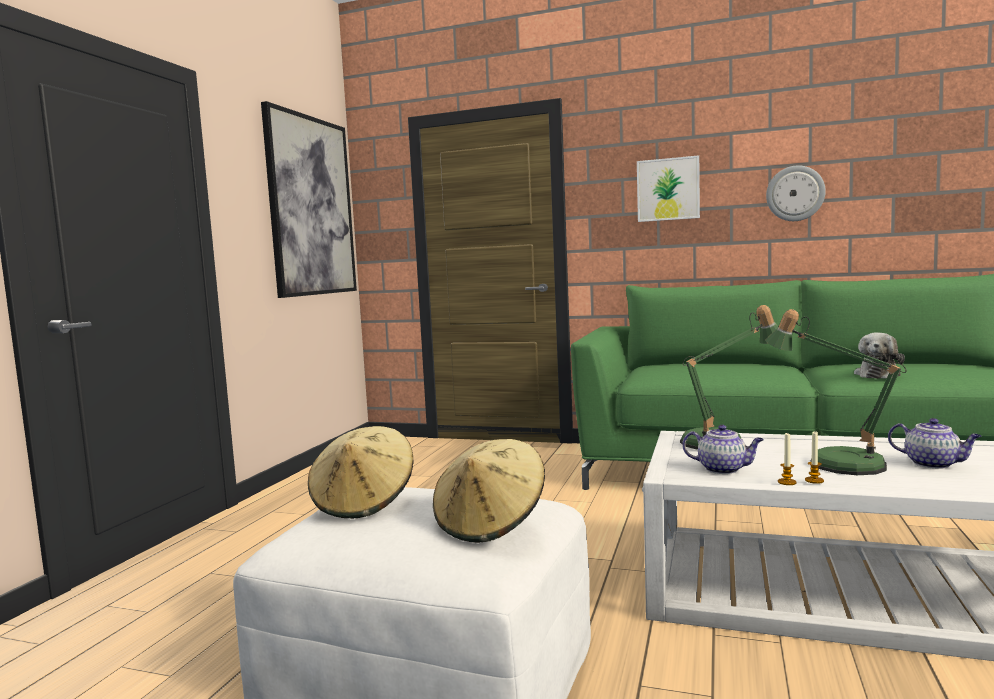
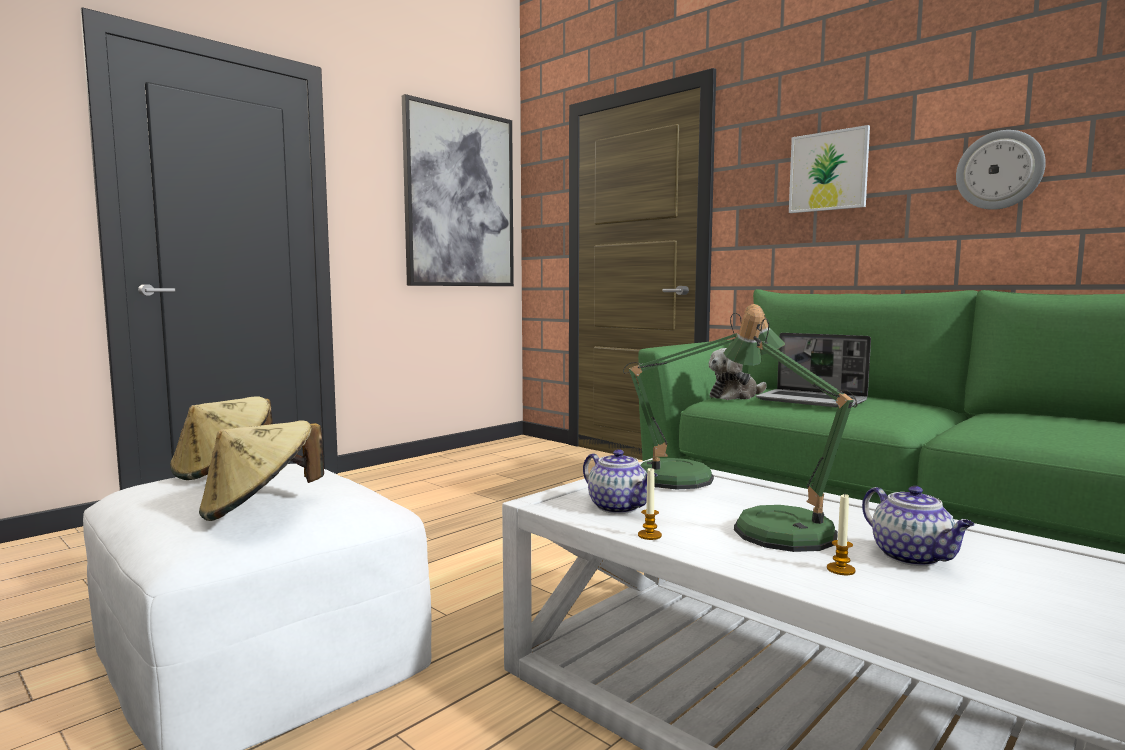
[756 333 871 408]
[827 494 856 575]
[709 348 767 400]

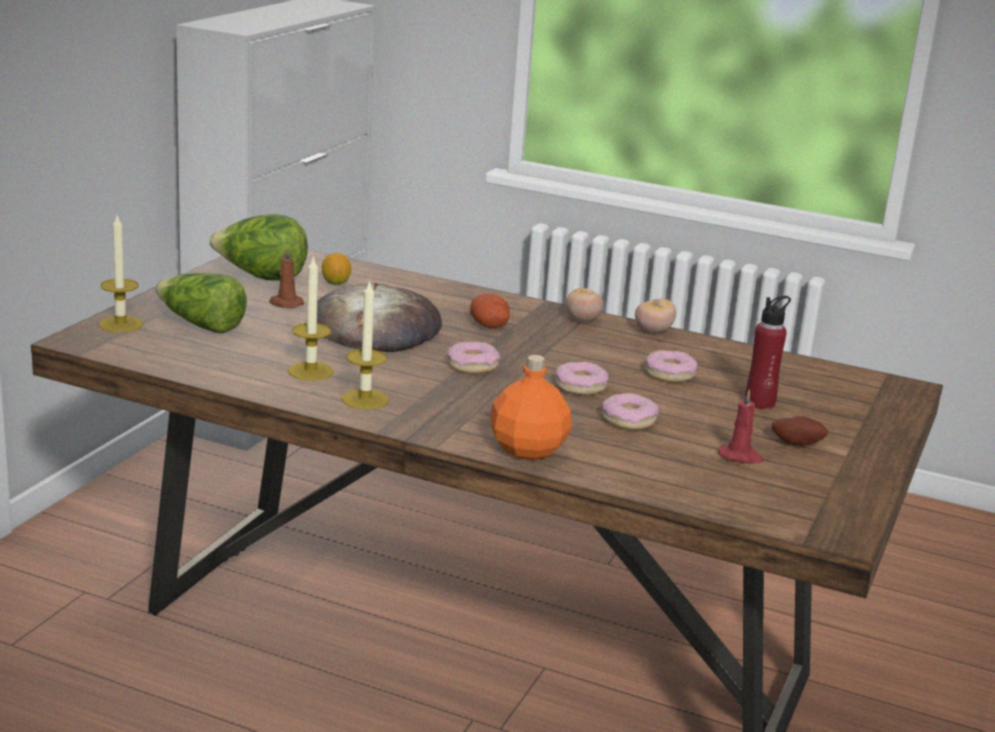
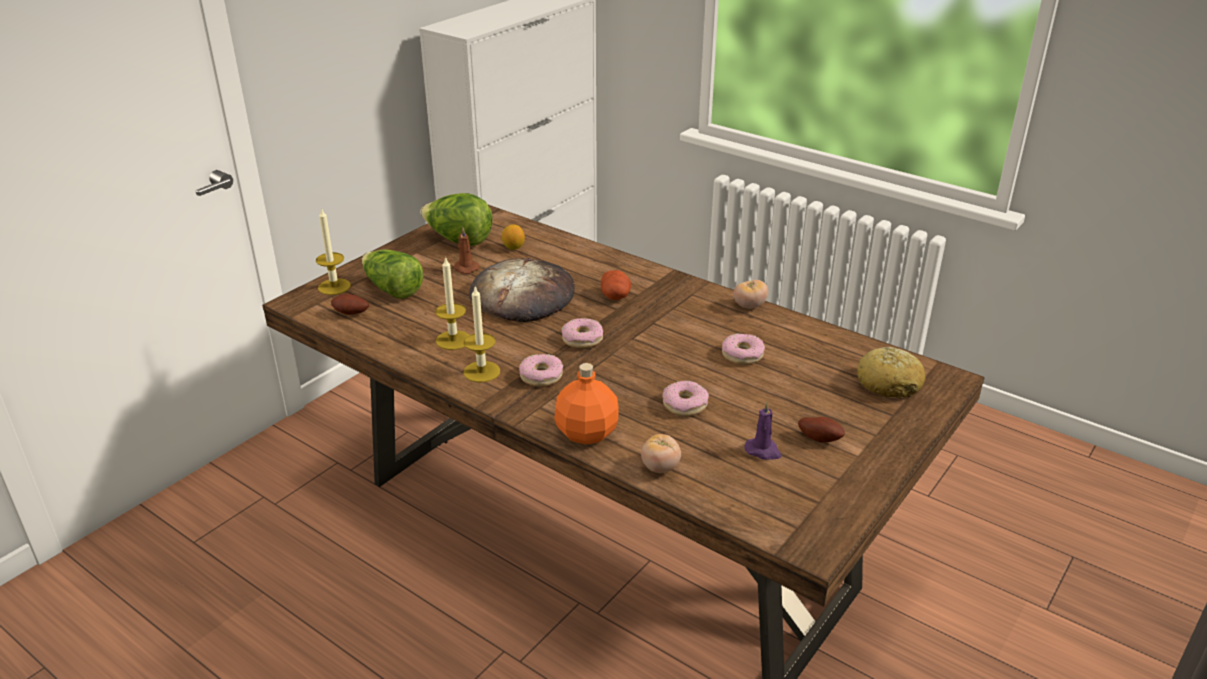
[745 296 791 409] (first image)
[331 294 369 315]
[857 347 925 398]
[519 354 563 387]
[641 434 681 473]
[744 401 781 460]

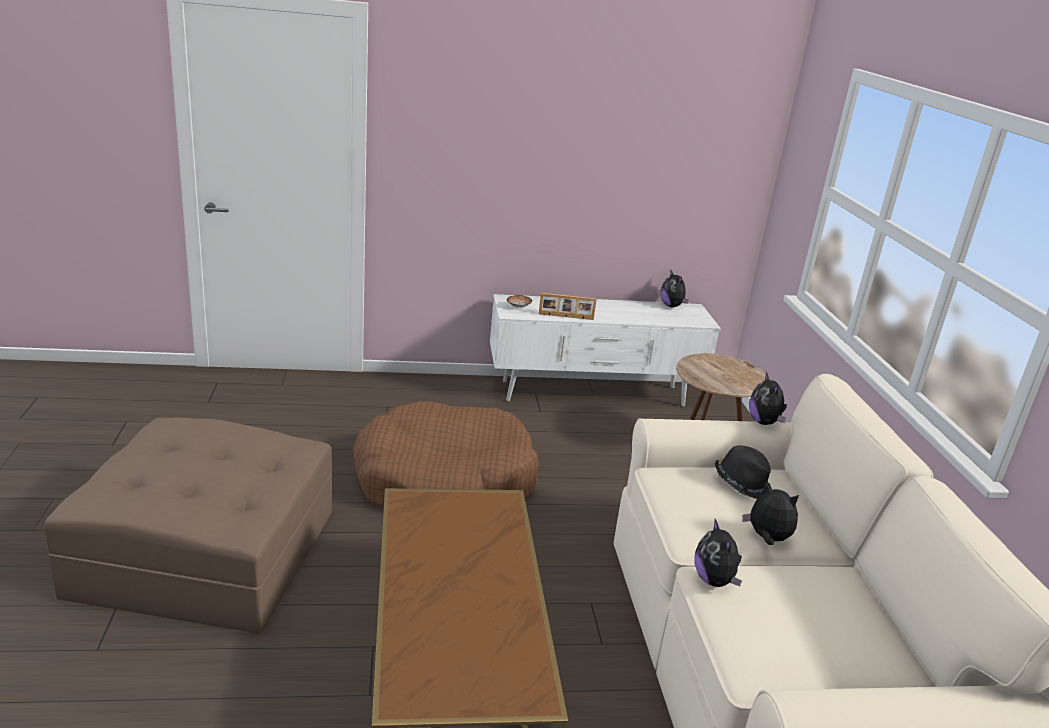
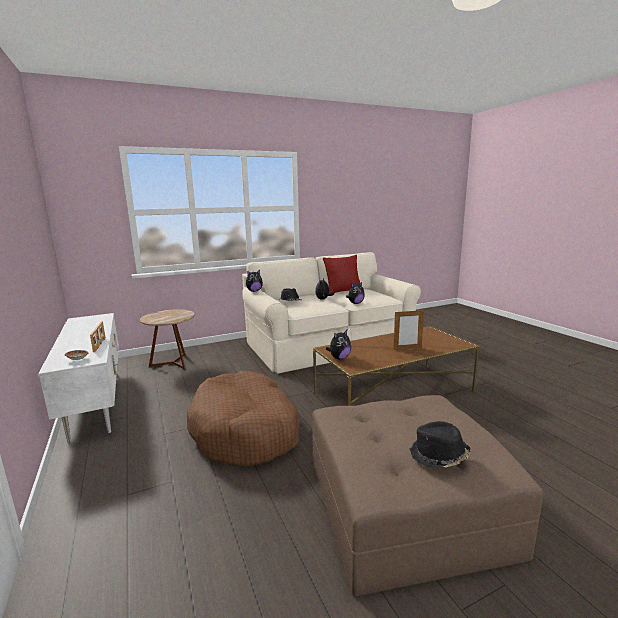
[323 255 360 293]
[394 310 424 350]
[410 421 470 468]
[326 330 351 359]

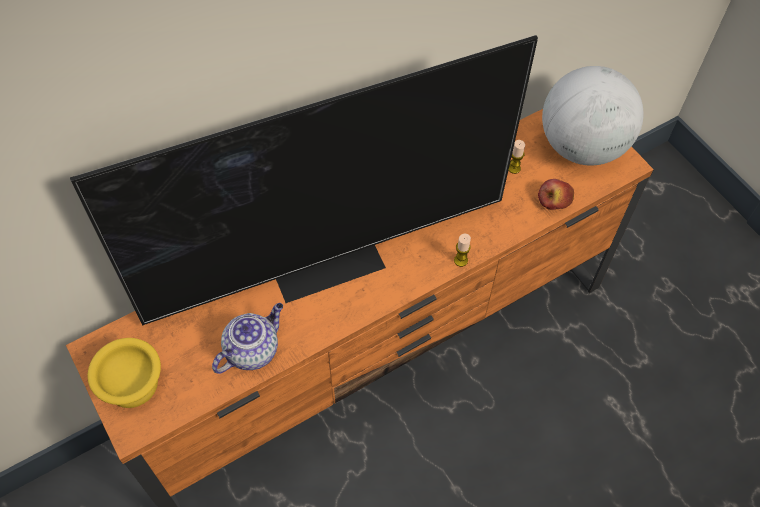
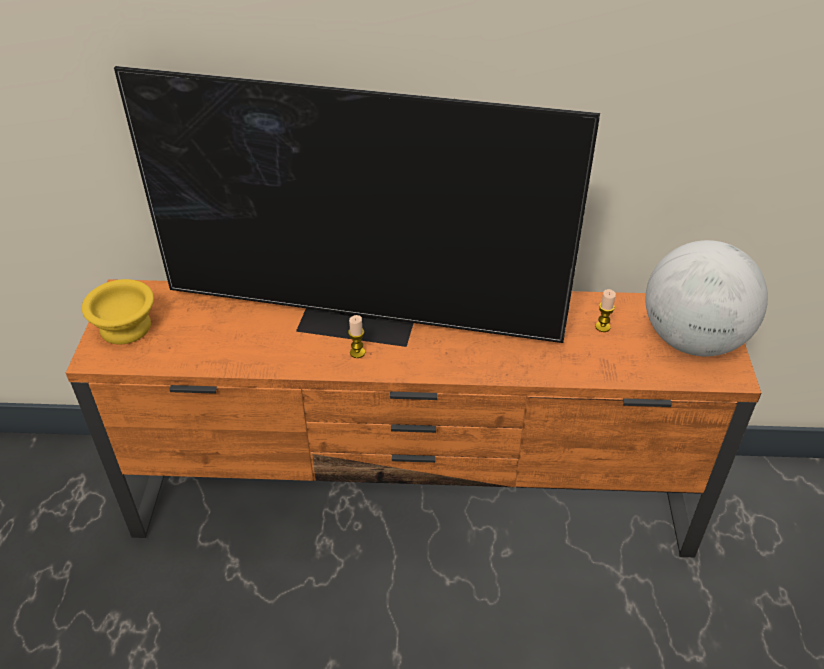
[212 303 283 374] (first image)
[538 179 574 210] (first image)
[348 315 365 358]

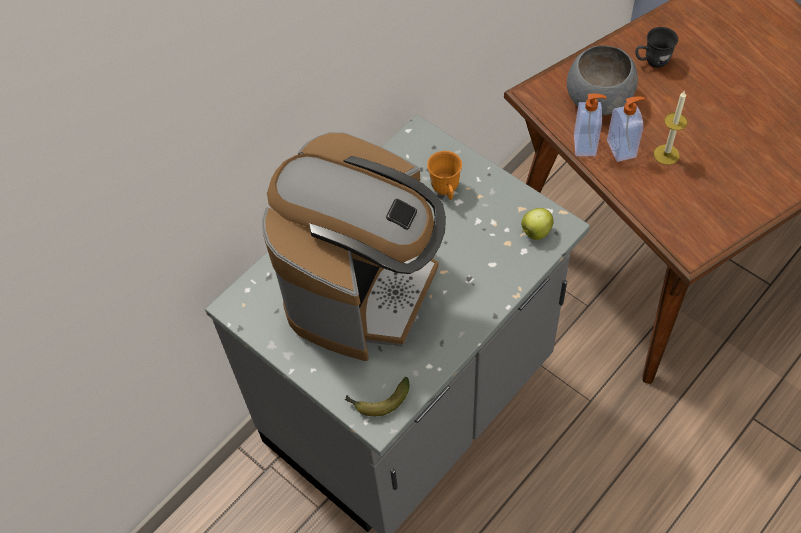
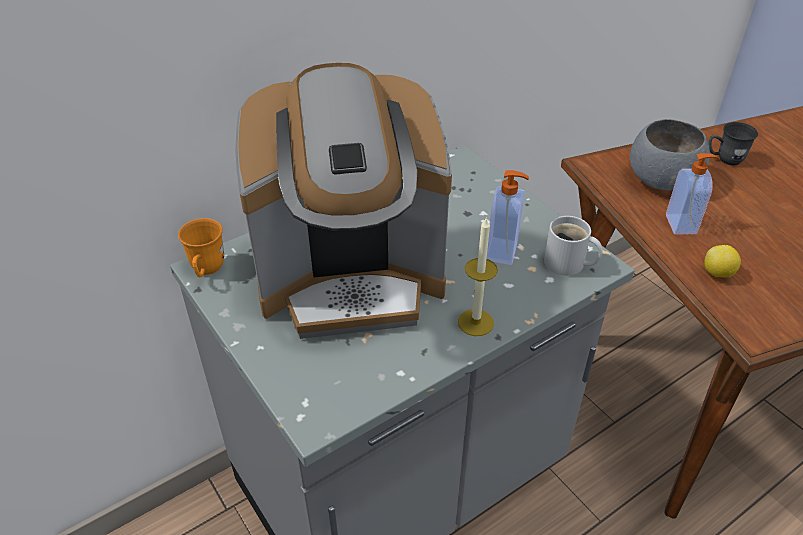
[345 377 410 416] (first image)
[705 245 741 278]
[178 218 224 277]
[487 170 529 265]
[458 217 498 336]
[544 216 603 276]
[235 63 452 339]

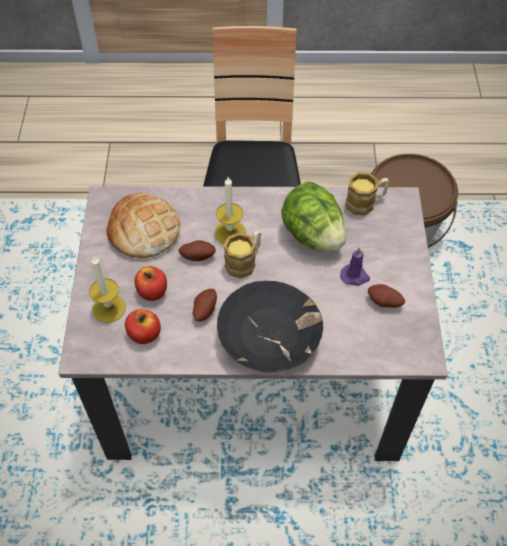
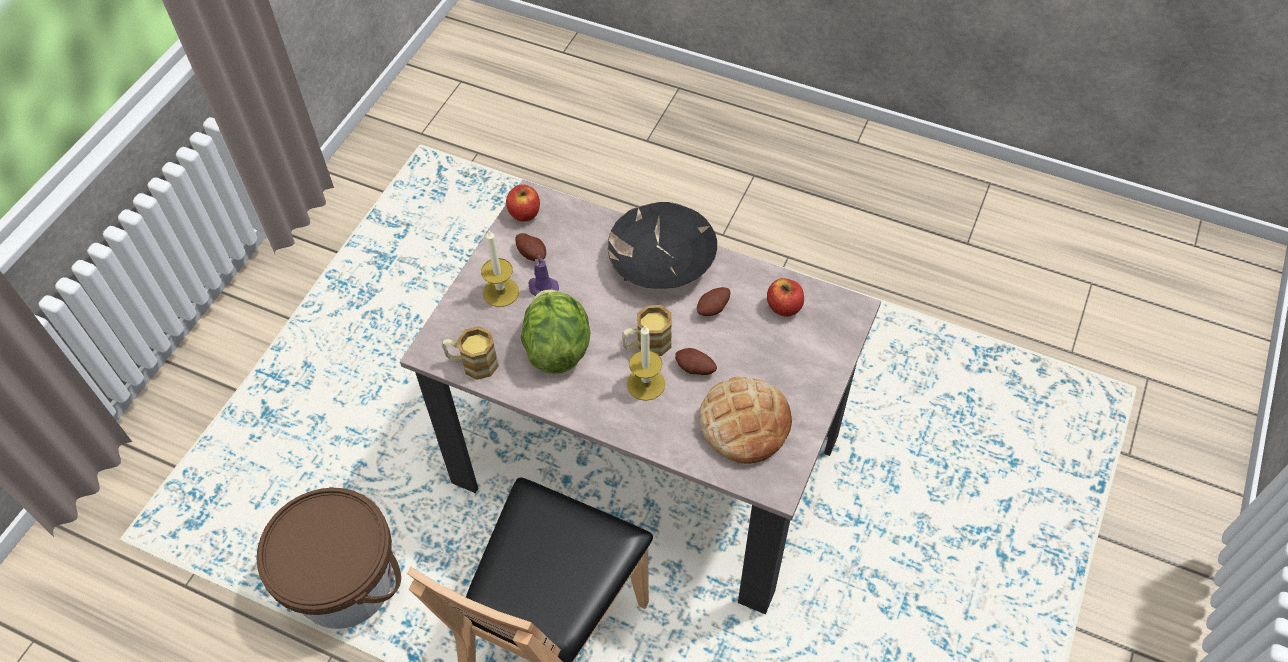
[481 230 519 307]
[506 185 540 222]

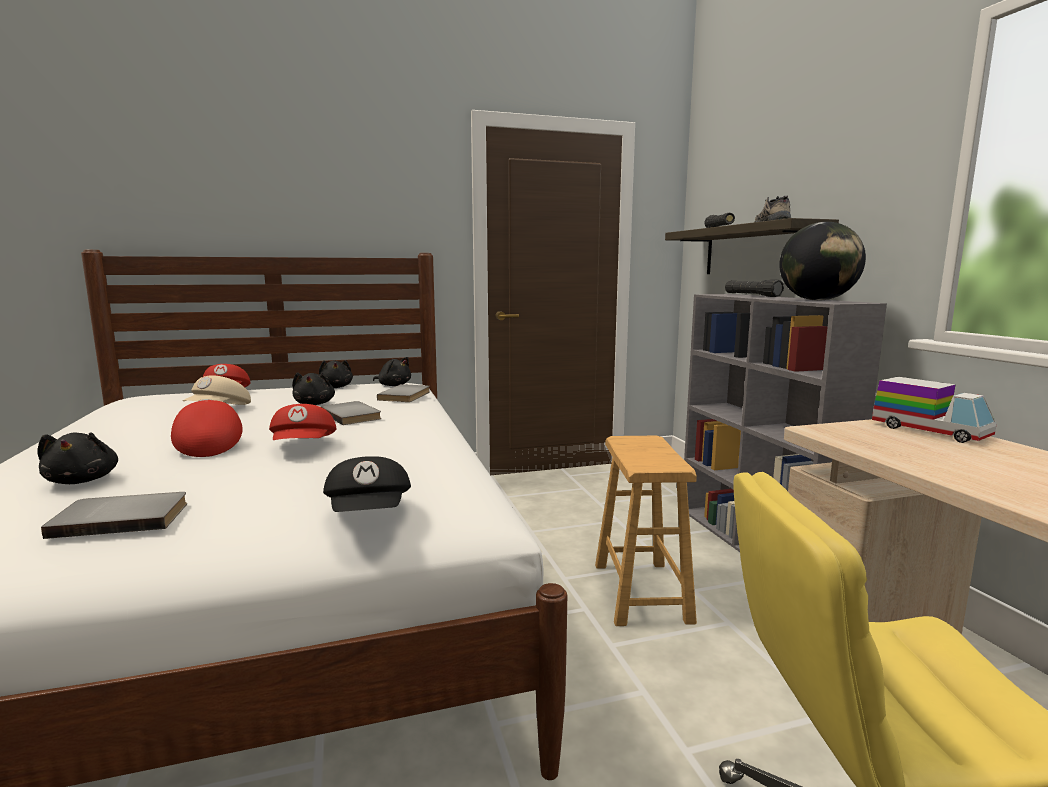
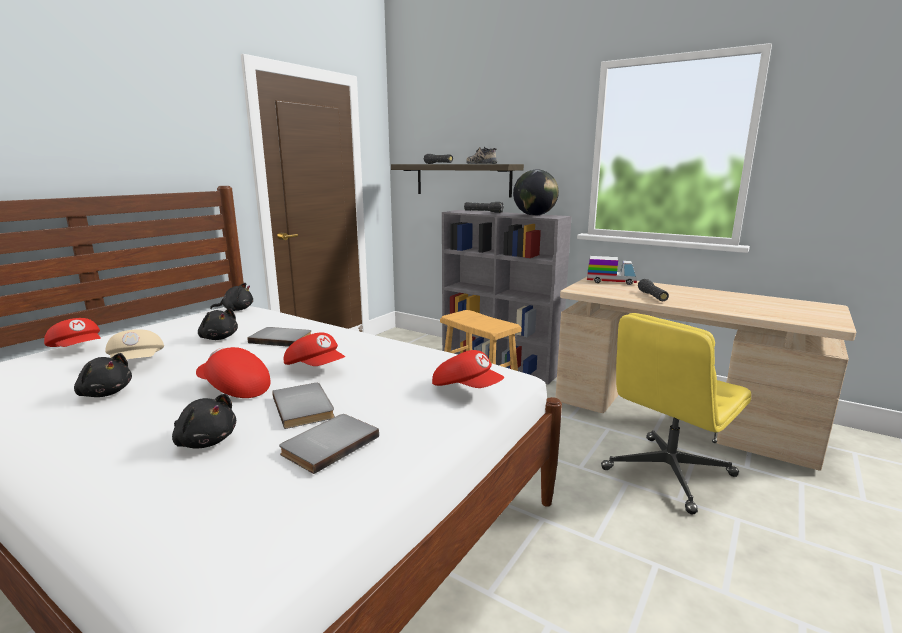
[638 279 669 301]
[74 353 132 397]
[272 383 335 429]
[432 350 504 388]

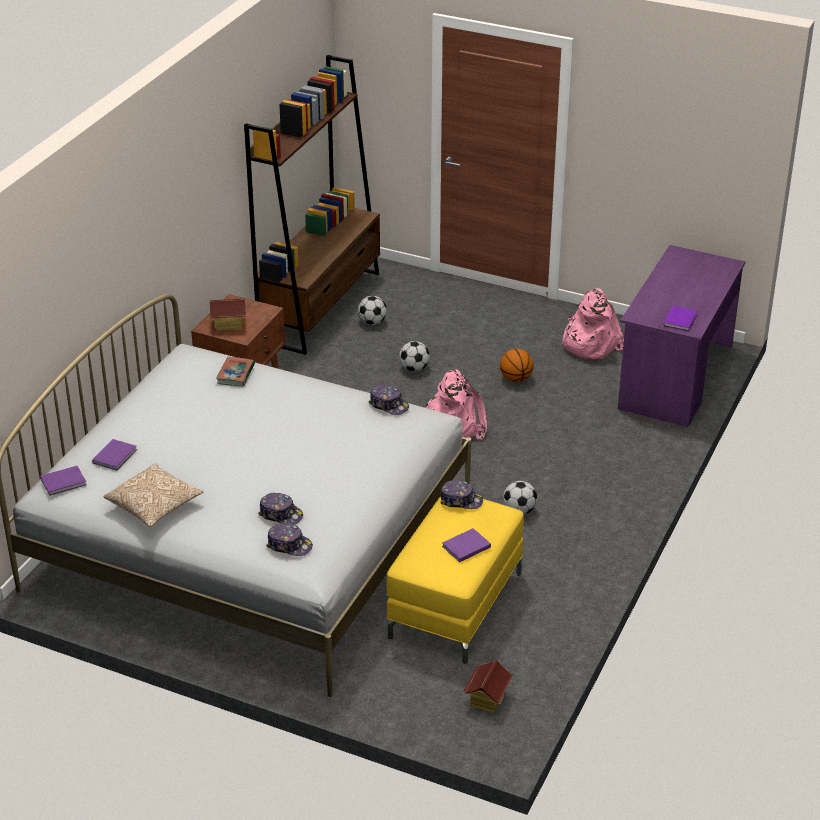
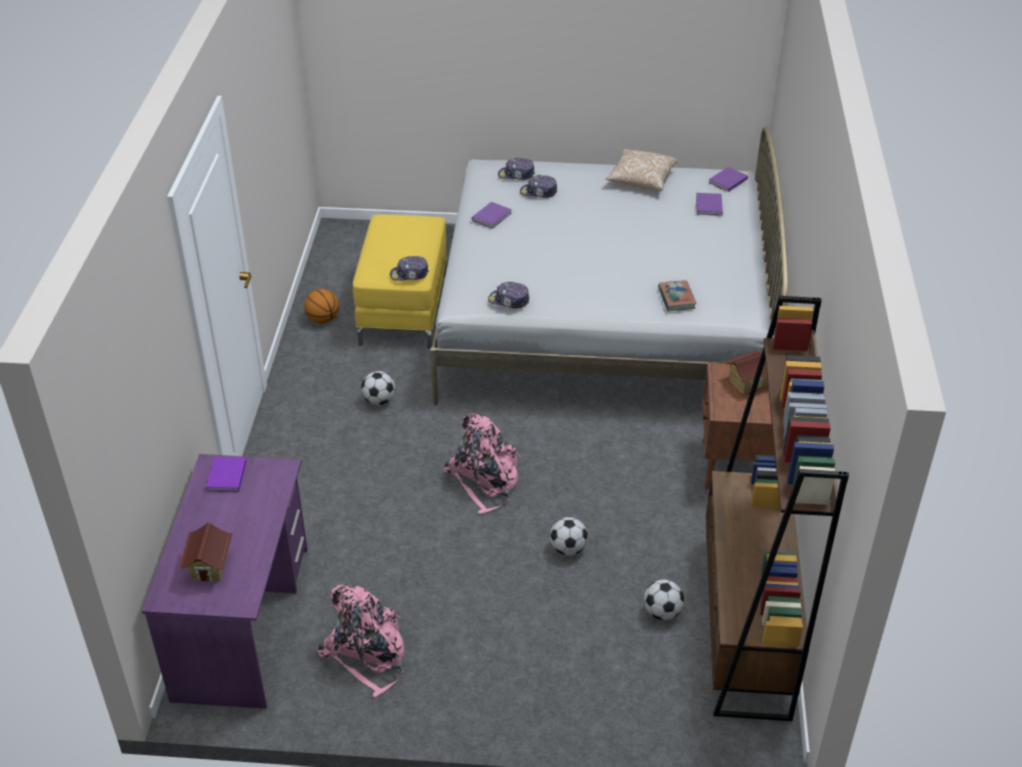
[472 202 512 229]
[179 523 232 582]
[304 289 339 324]

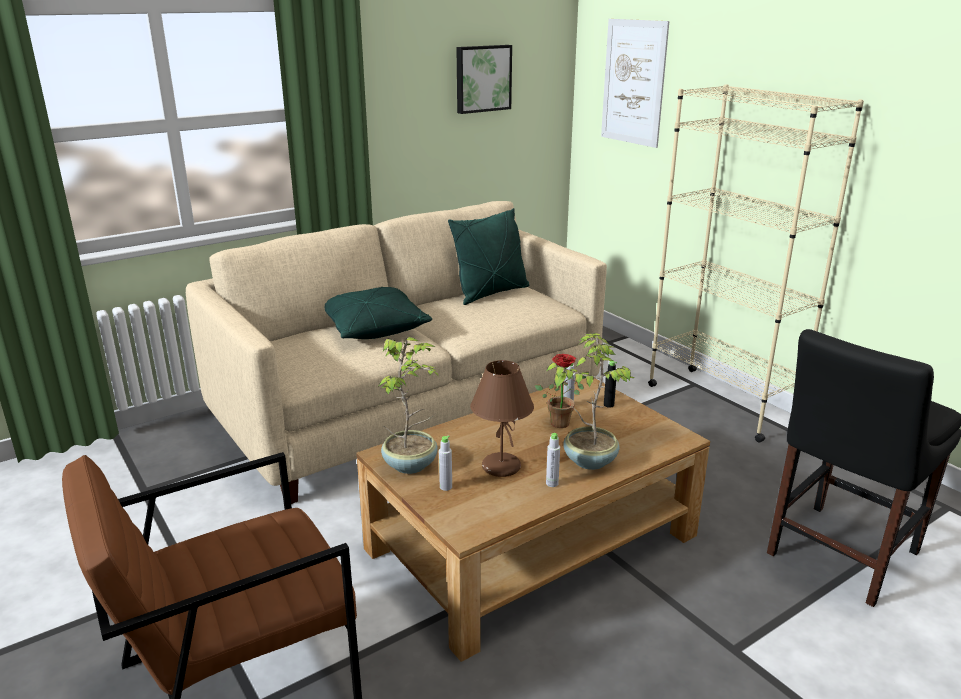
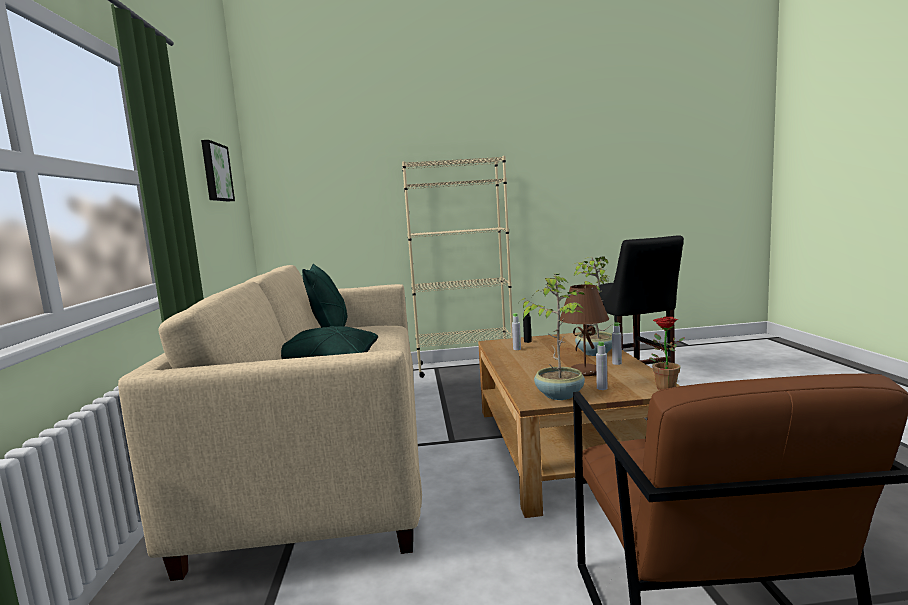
[601 19 669 148] (first image)
[649 317 684 390]

